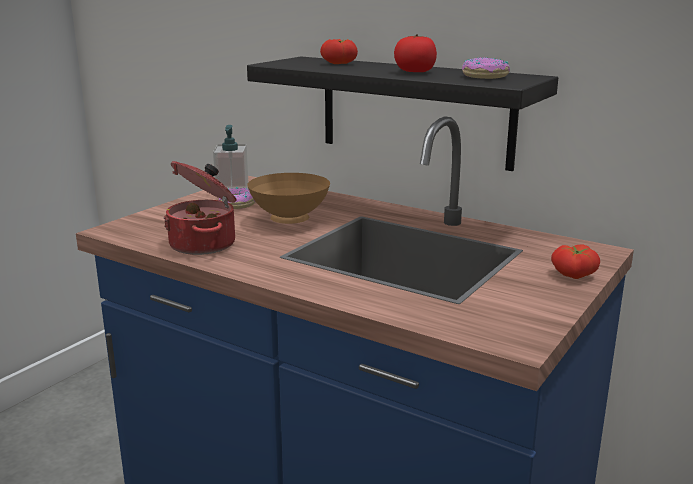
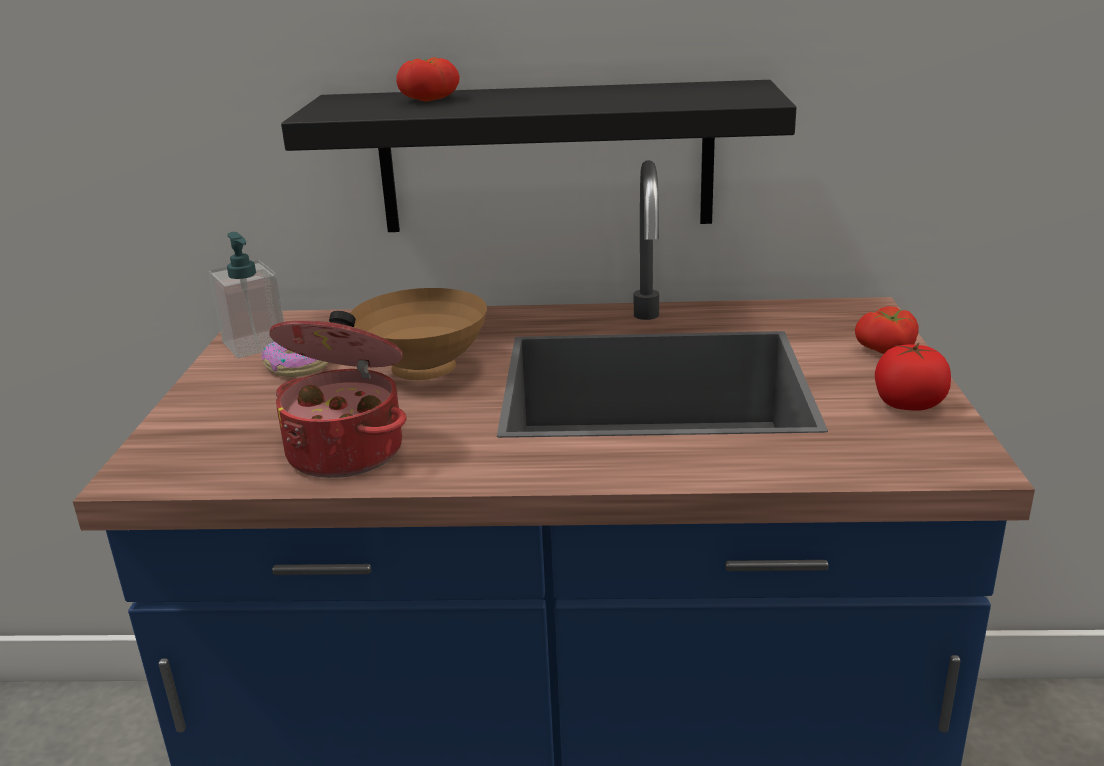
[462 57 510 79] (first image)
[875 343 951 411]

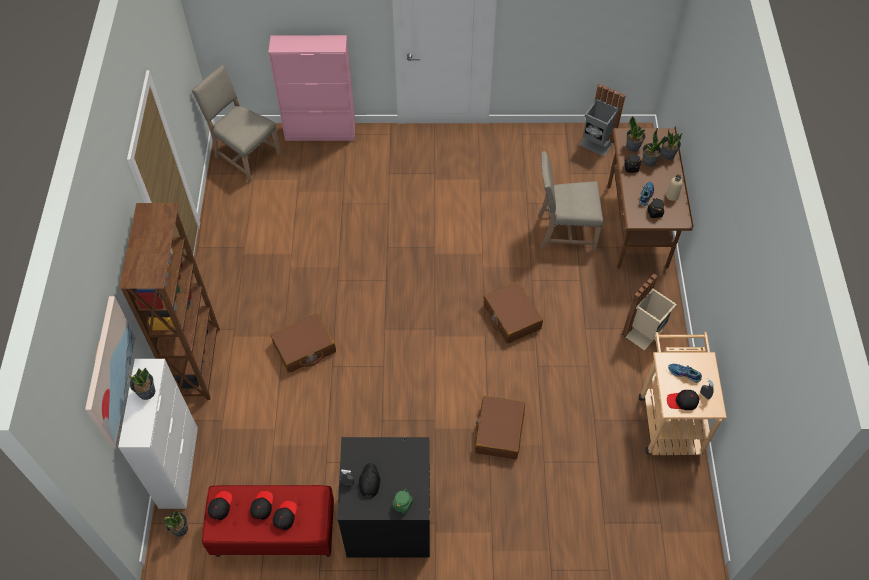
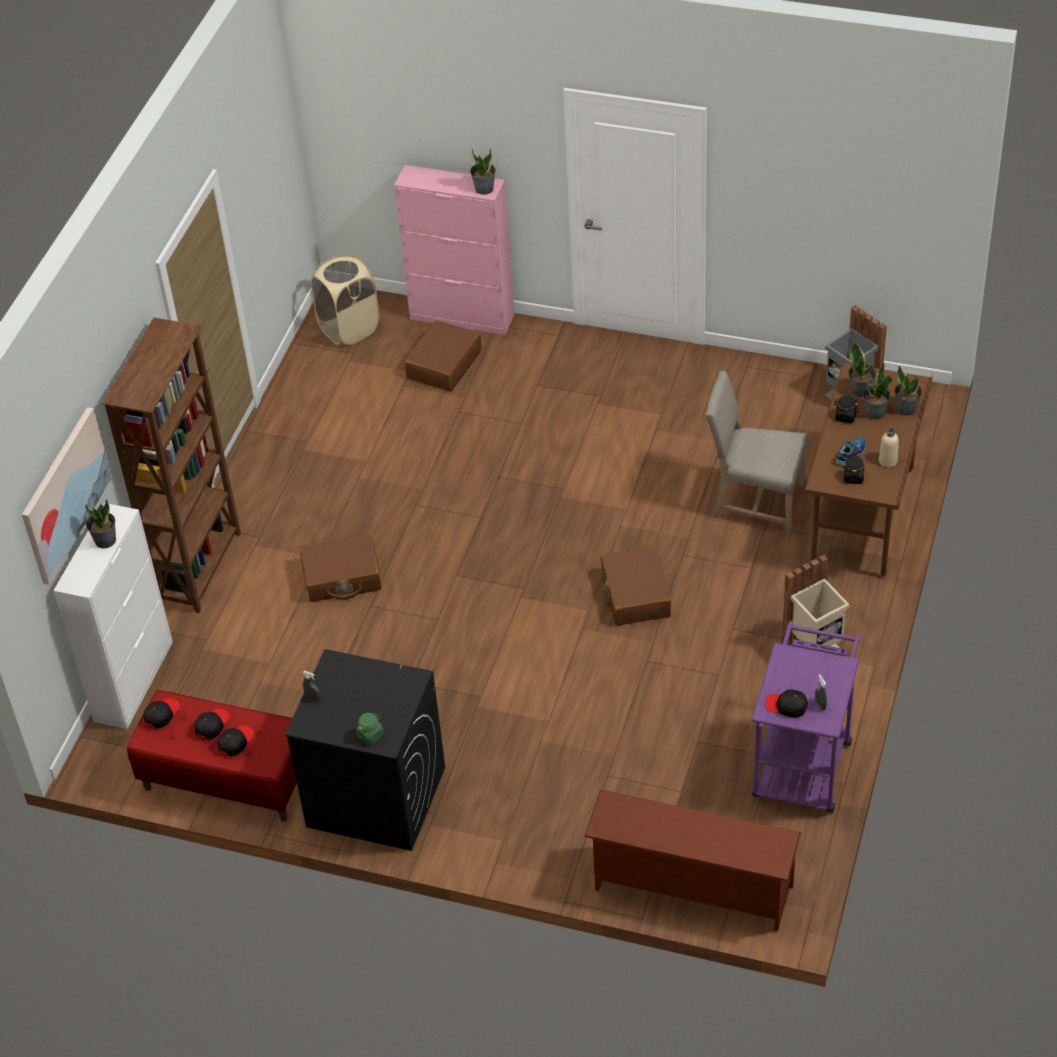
[359 463 380 498] (first image)
[668 364 702 383] (first image)
[584 789 801 931]
[470 149 496 195]
[405 320 482 392]
[311 255 379 345]
[751 621 860 813]

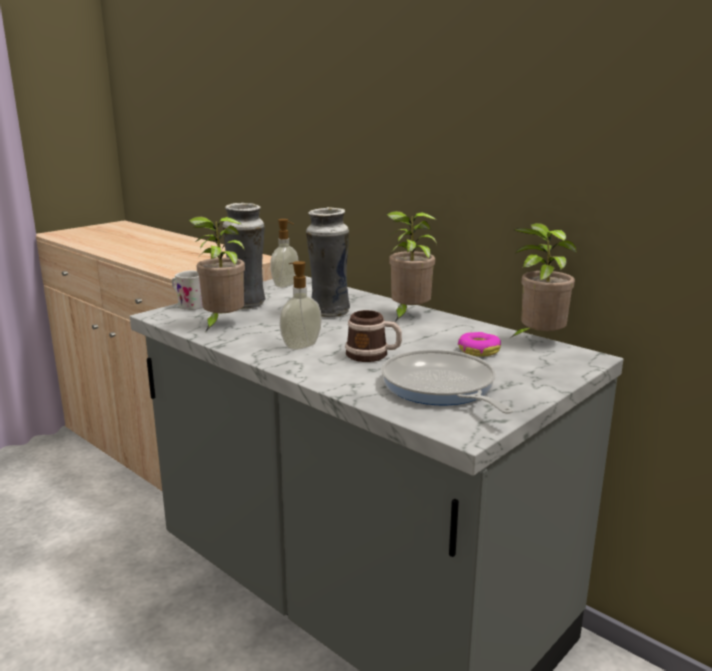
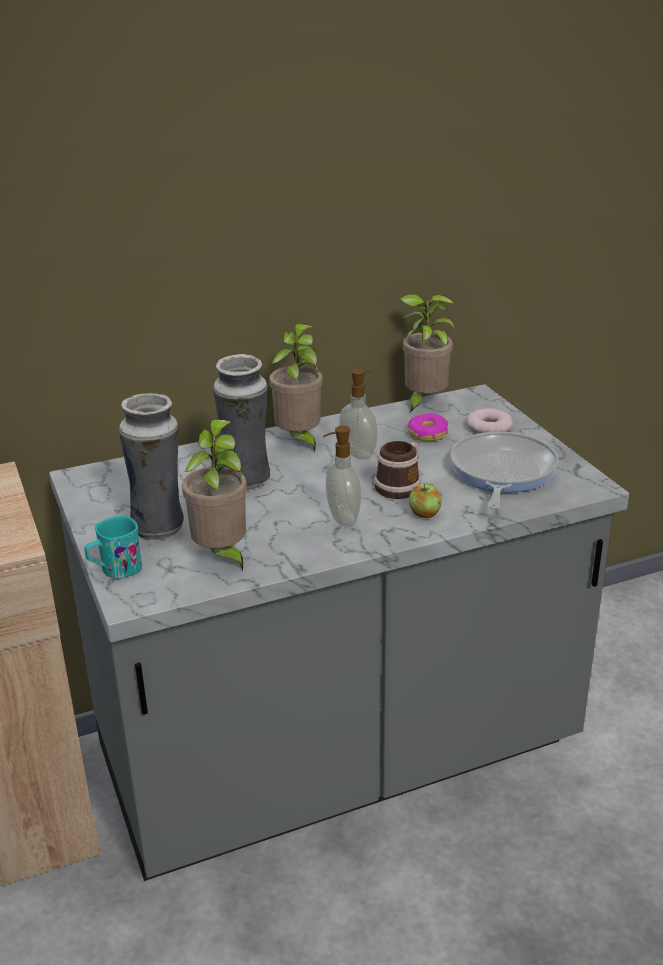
[409 483 442 518]
[466 408 513 433]
[339 369 378 460]
[84 515 142 579]
[450 432 559 509]

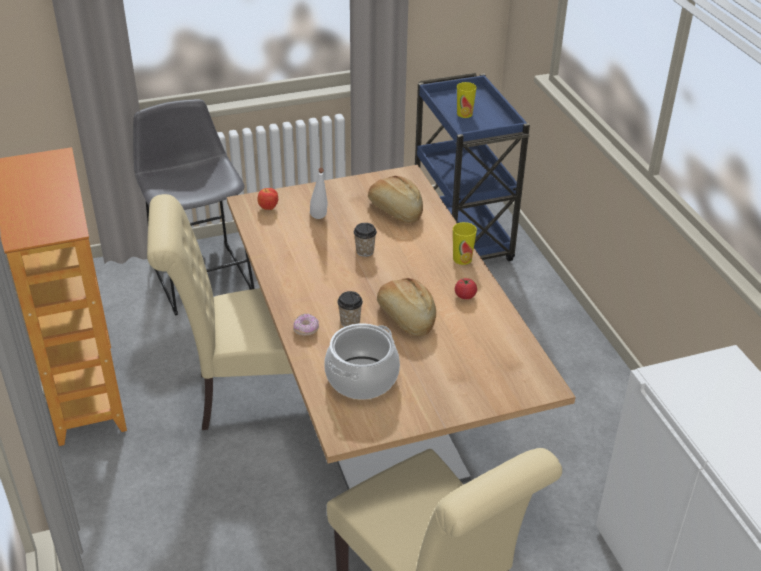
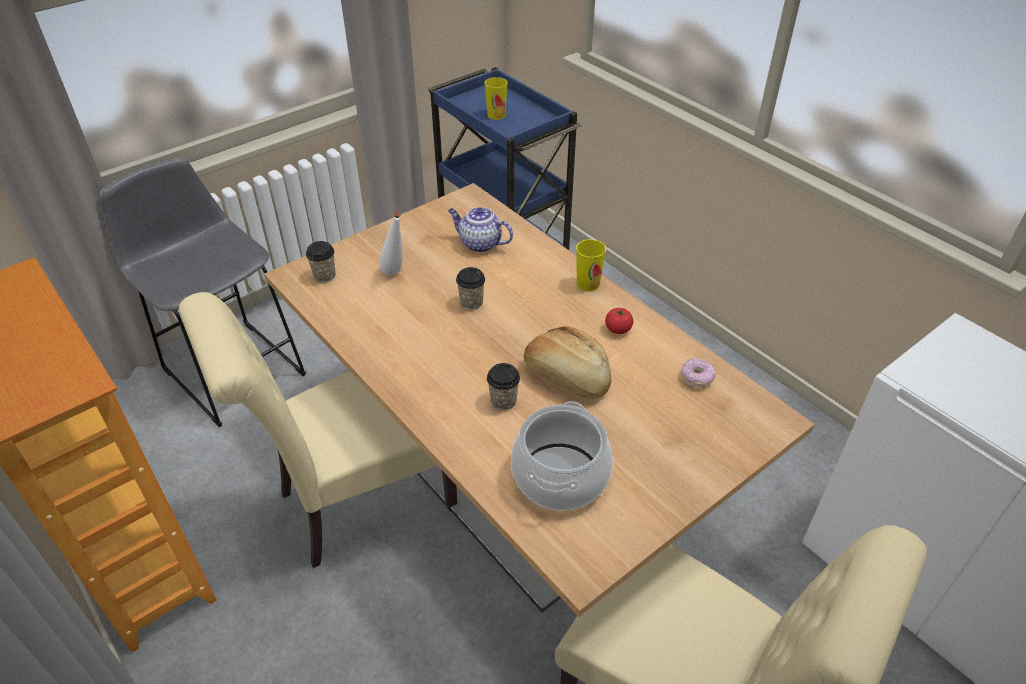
[681 358 716 388]
[306 241 336 283]
[448 207 513 253]

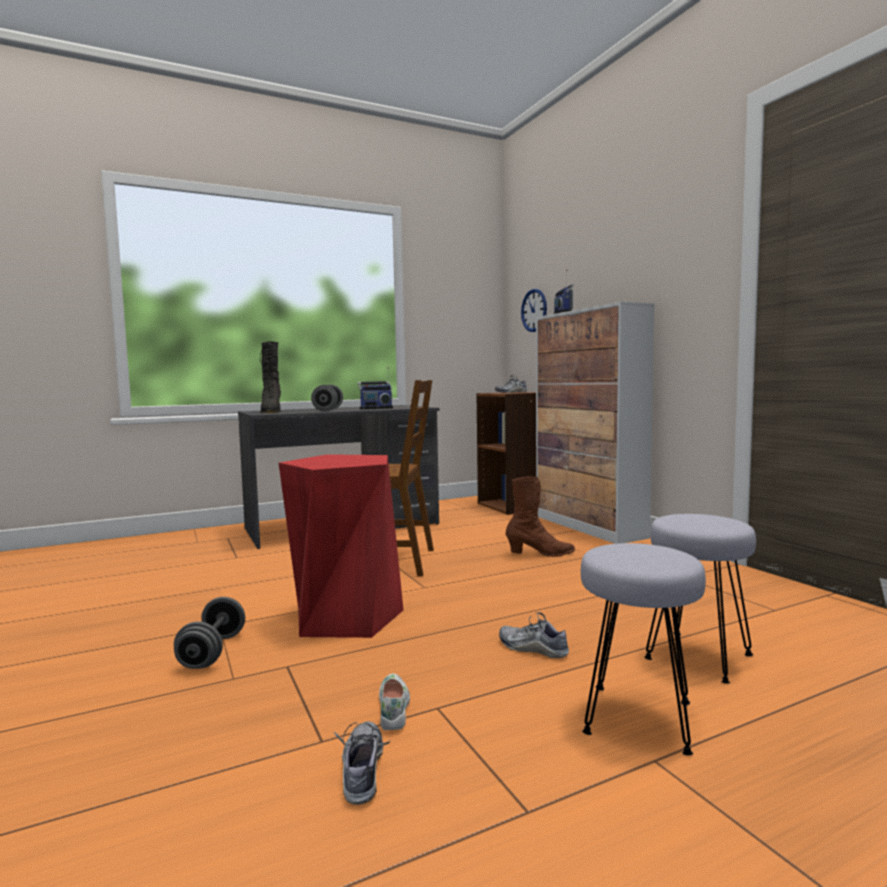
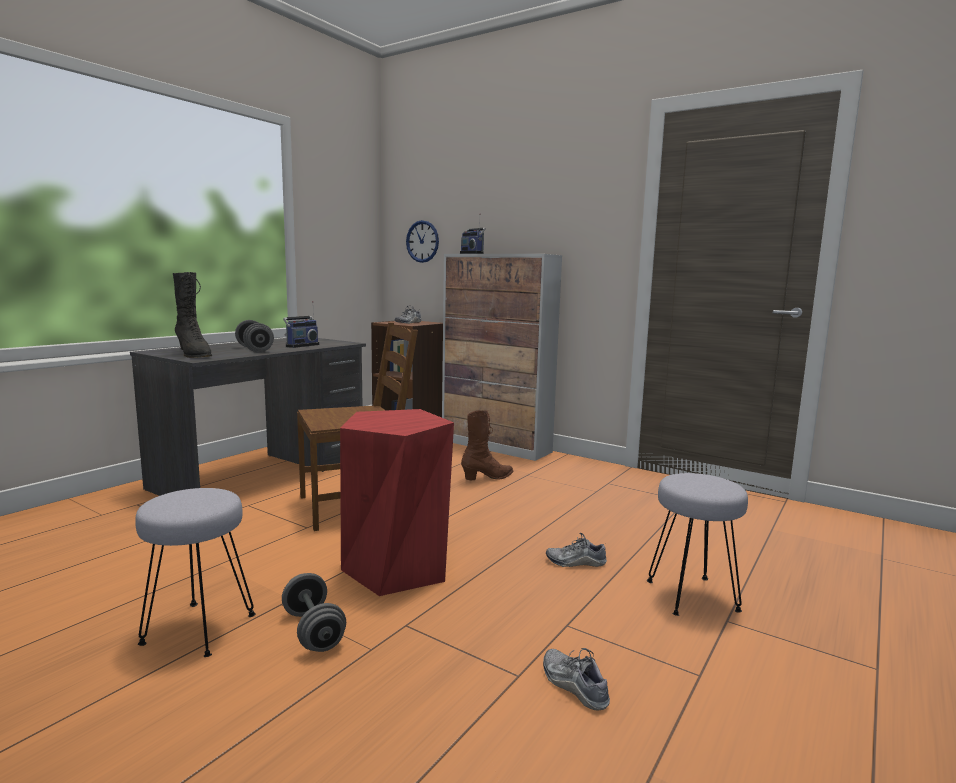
[379 673 410 730] (first image)
[135 488 256 657]

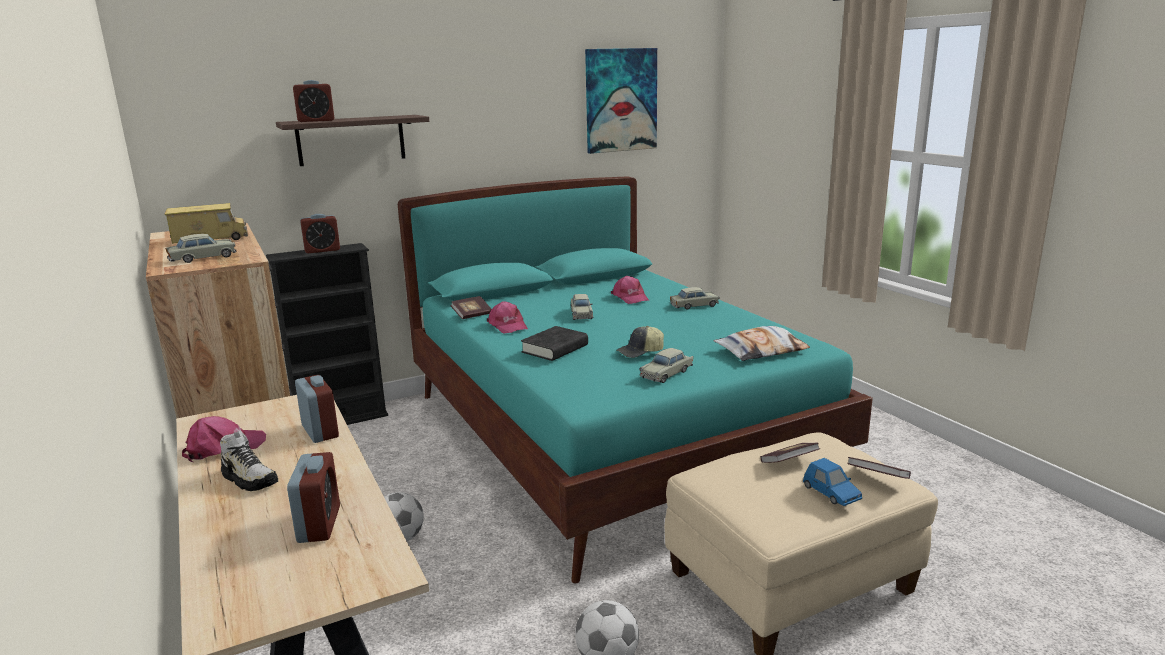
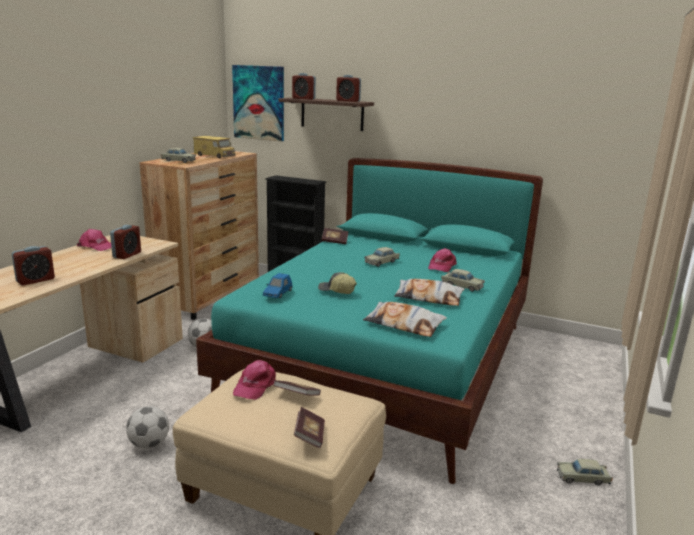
[220 430 278 491] (first image)
[521 326 588 361] (first image)
[394 279 465 306]
[336 75 361 102]
[233 360 276 400]
[232 65 284 142]
[557 459 613 486]
[263 273 292 298]

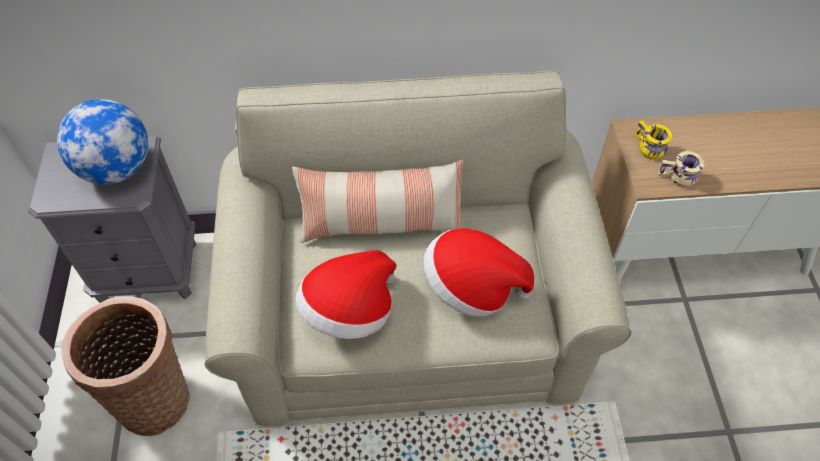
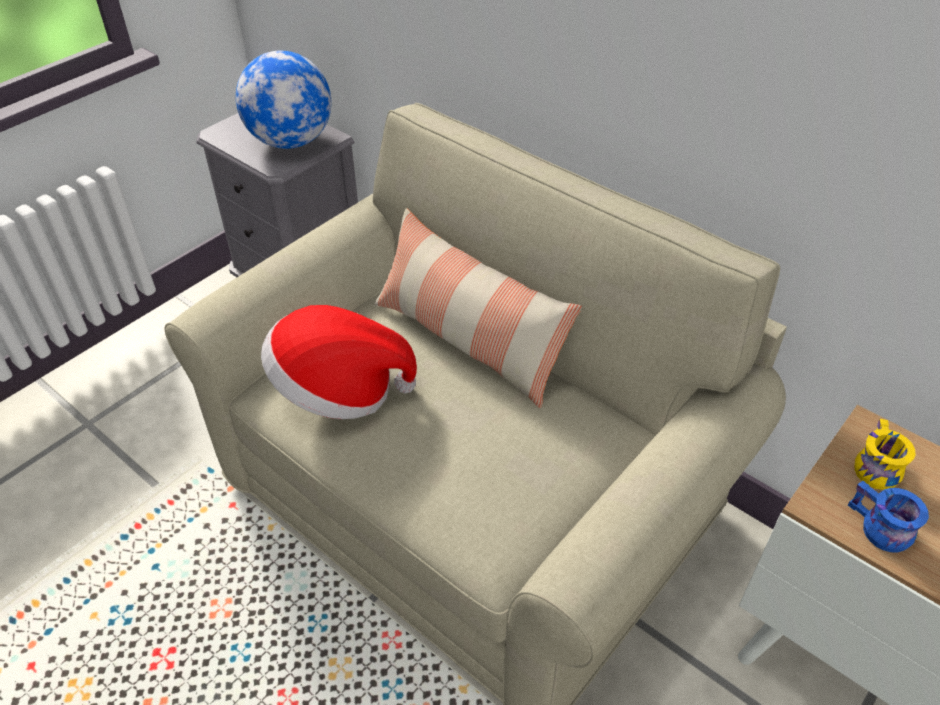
[61 296 190 436] (first image)
[424 228 534 317] (first image)
[848 481 929 552]

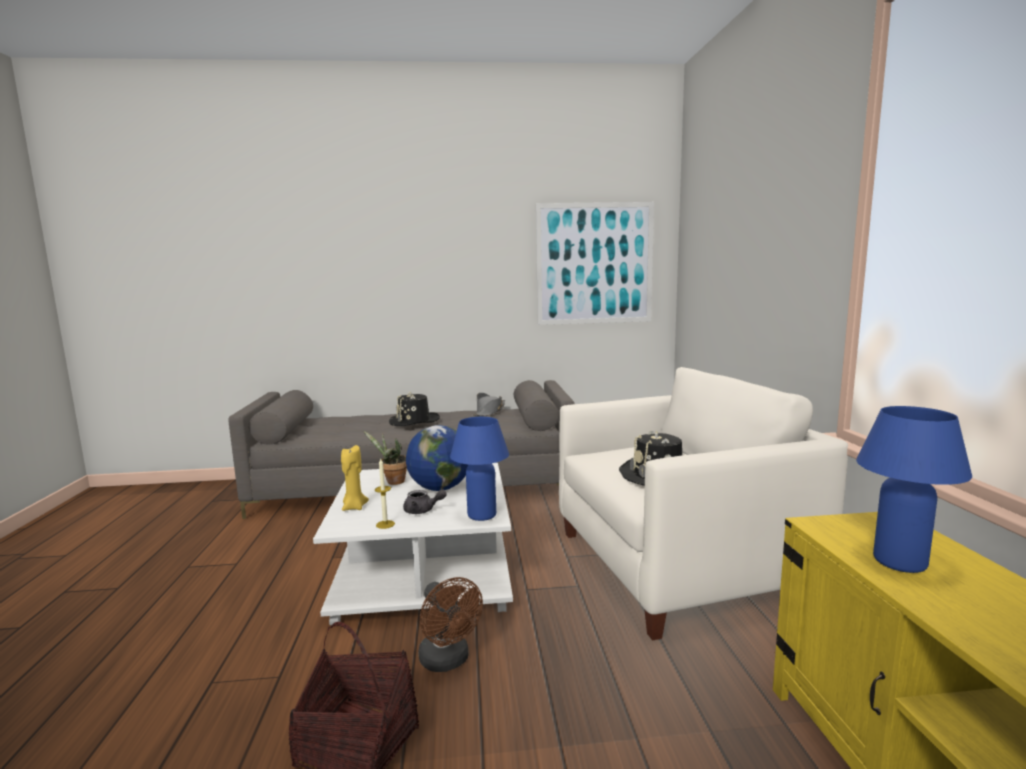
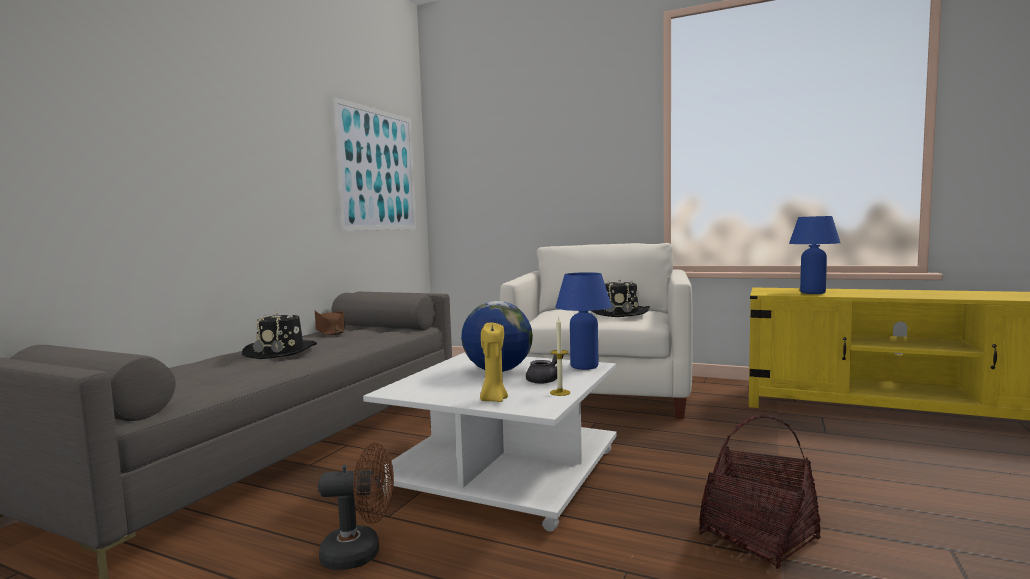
[363 431 407 485] (first image)
[318 443 394 570]
[315 310 345 335]

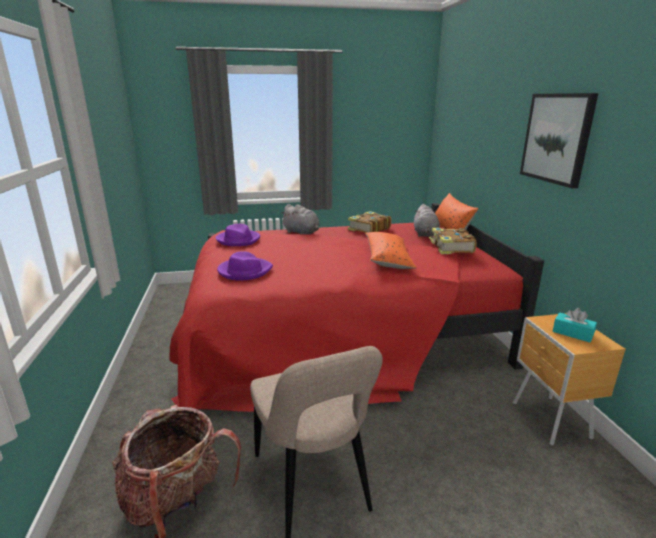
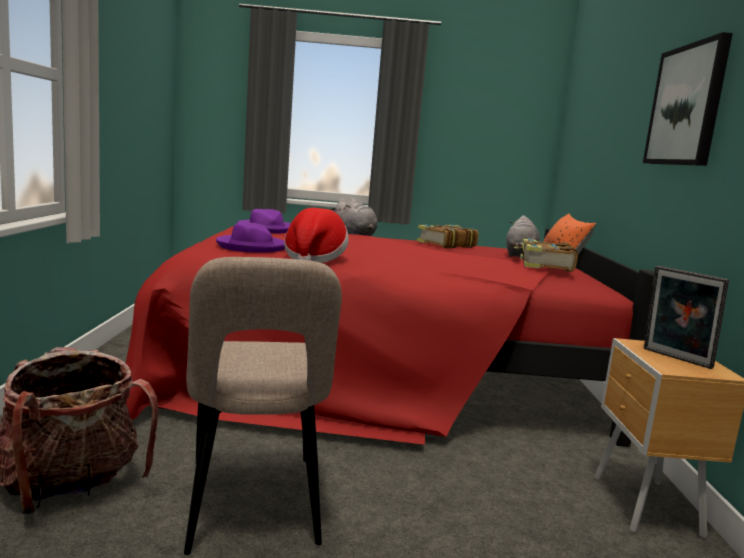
[365 232 417 269] (first image)
[284 208 349 263]
[644 266 729 369]

